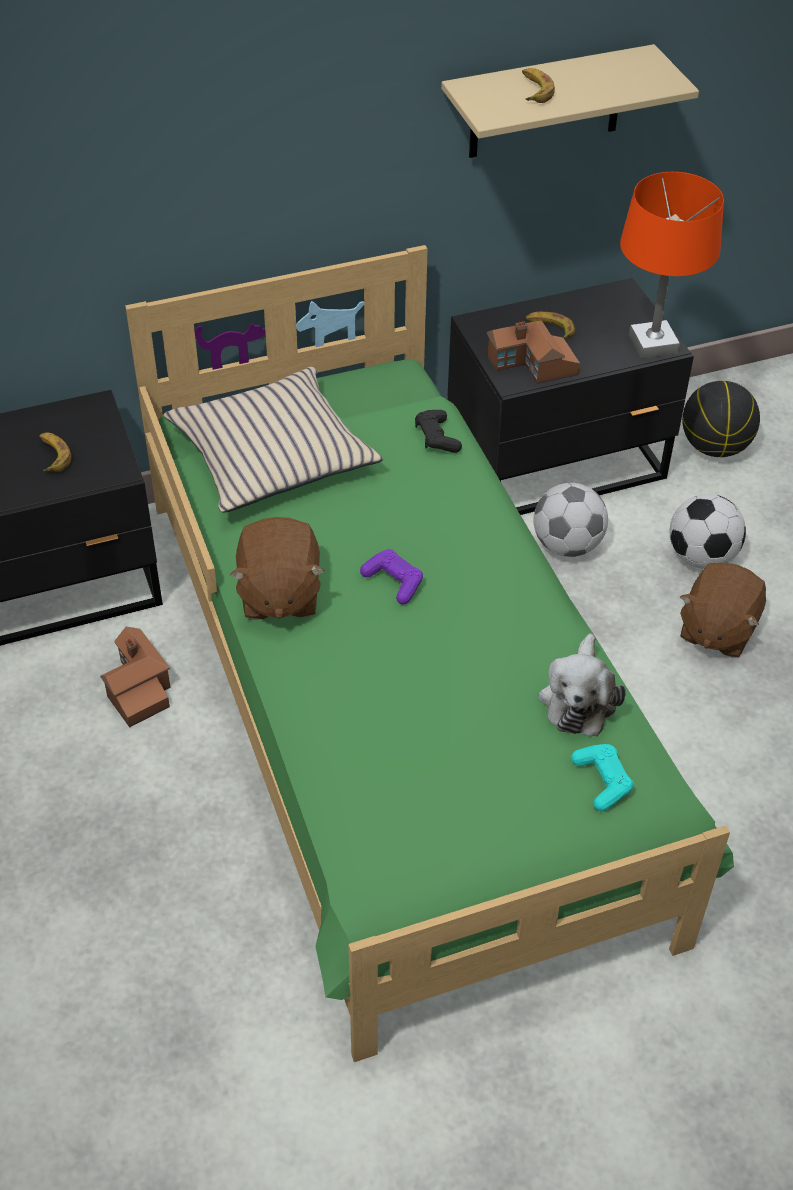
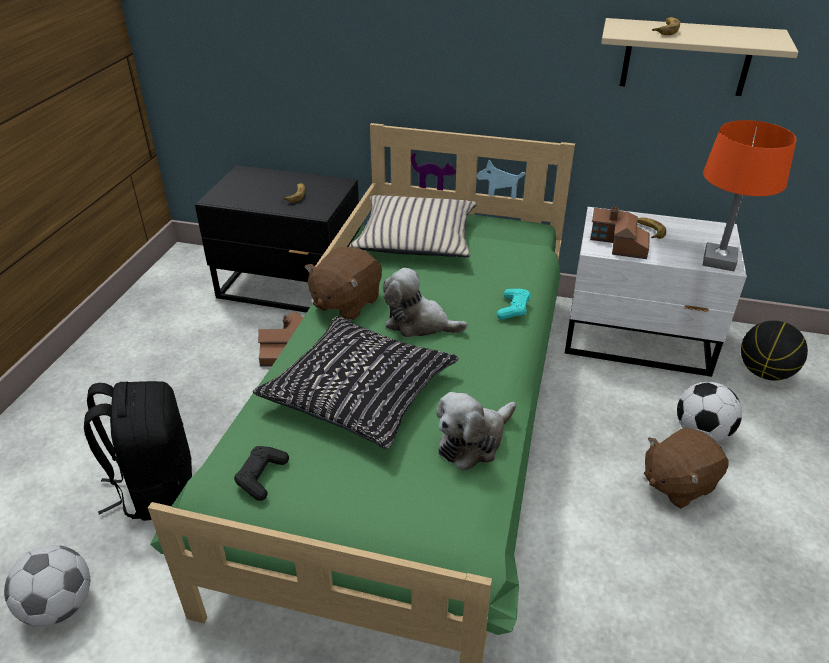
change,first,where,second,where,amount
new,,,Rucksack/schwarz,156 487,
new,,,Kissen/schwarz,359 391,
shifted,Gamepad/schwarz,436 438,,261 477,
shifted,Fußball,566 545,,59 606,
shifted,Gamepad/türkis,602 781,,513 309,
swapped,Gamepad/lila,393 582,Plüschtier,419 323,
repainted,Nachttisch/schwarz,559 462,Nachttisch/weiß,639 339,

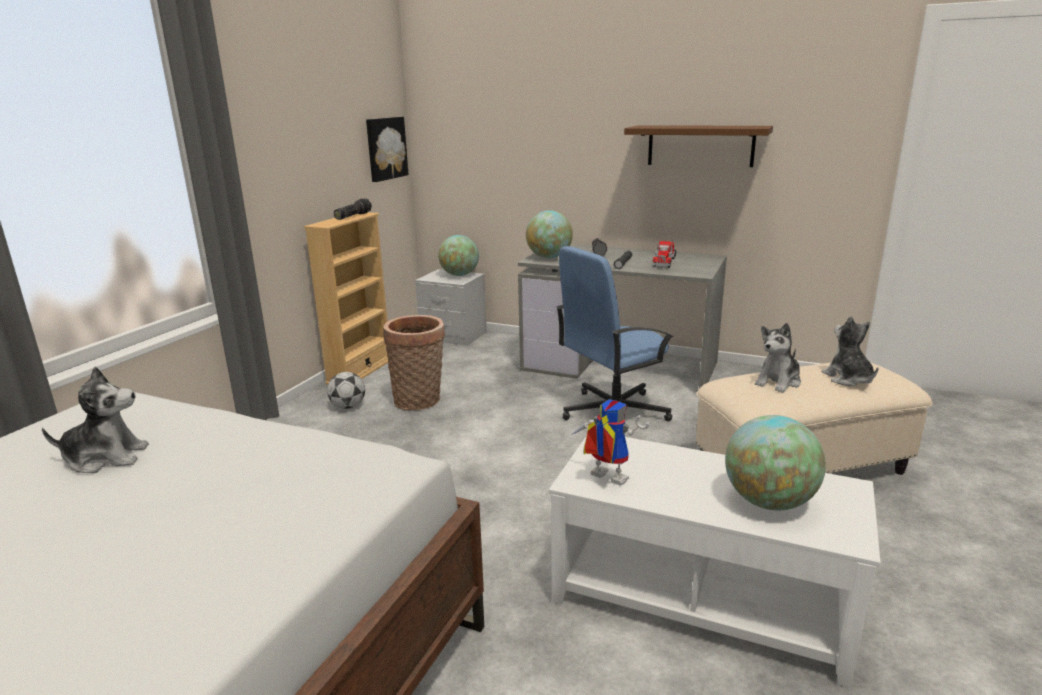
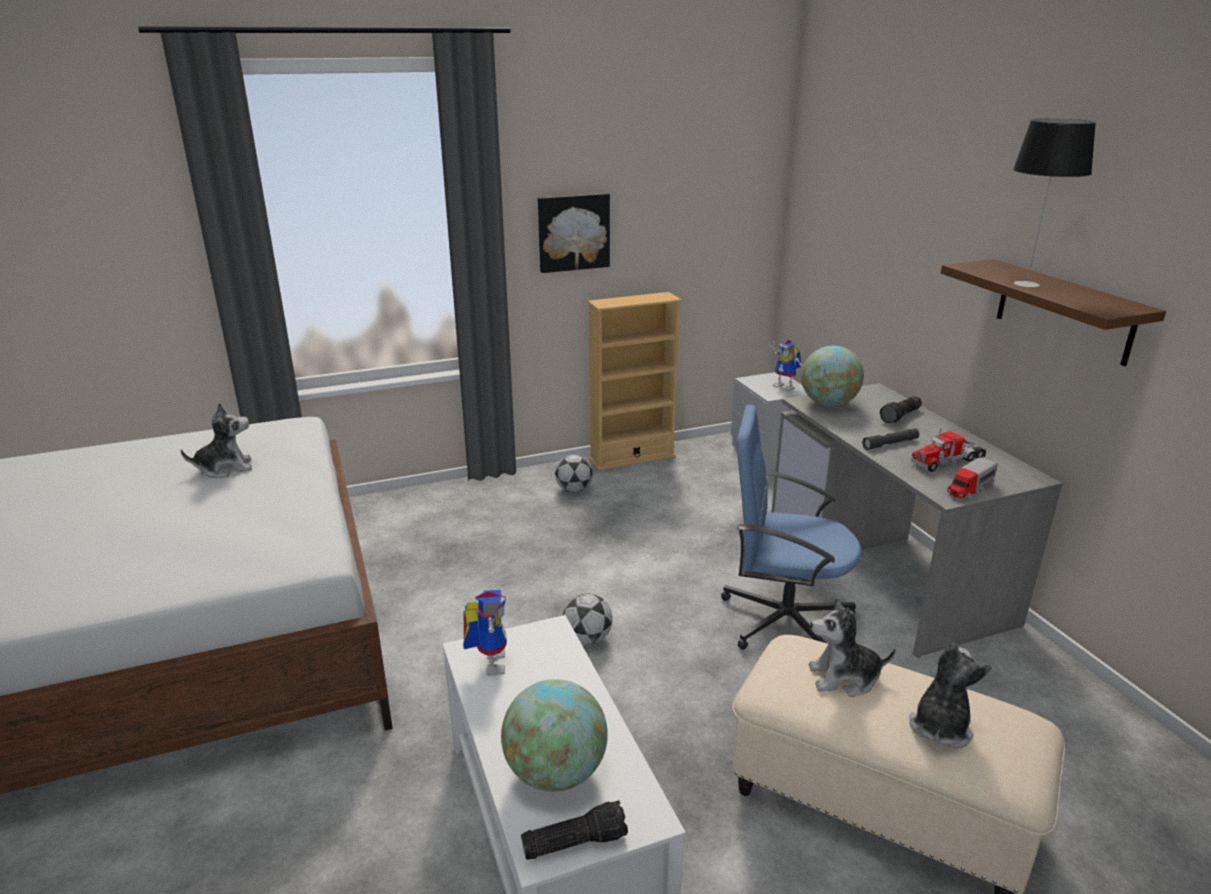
change,first,where,second,where,amount
gone,Korb,420 401,,,
new,,,Fußball,587 639,
new,,,Spielzeuglaster,969 489,
new,,,Tischlampe,1025 284,
shifted,Taschenlampe,352 216,,575 841,
shifted,Bild,385 148,,573 232,
swapped,Globus,459 275,Spielzeugroboter,786 387,
rotated,Plüschtier,106 458,,225 468,60 degrees counterclockwise

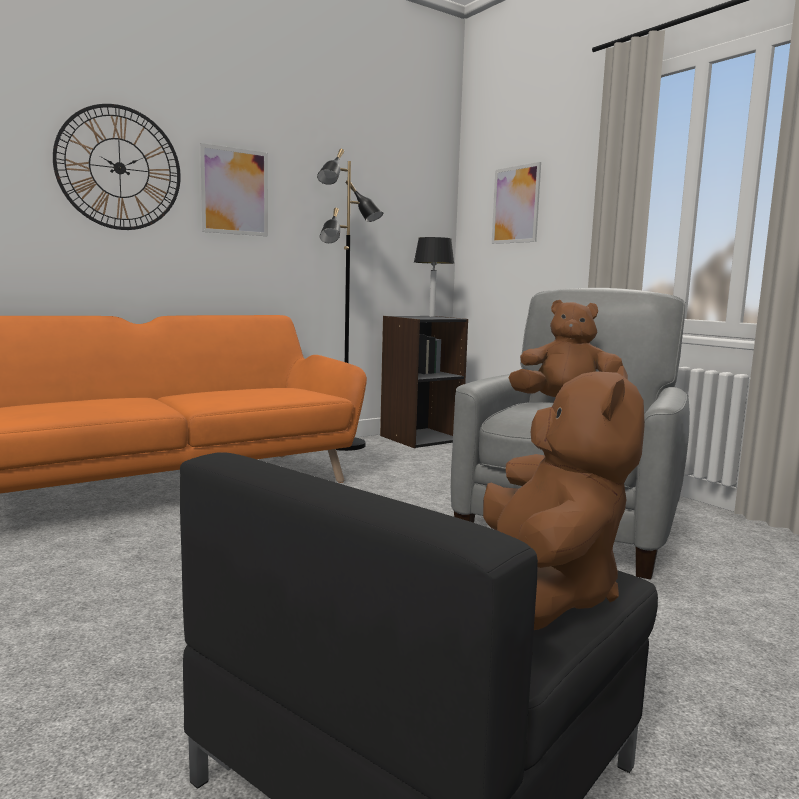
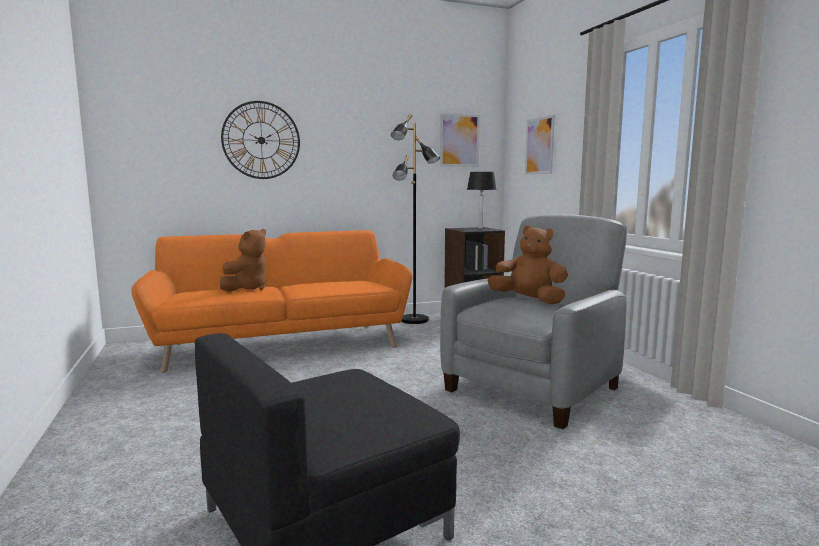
change,first,where,second,where,amount
shifted,Bild,234 191,,459 140,
shifted,Plüschtier/braun,543 593,,247 288,

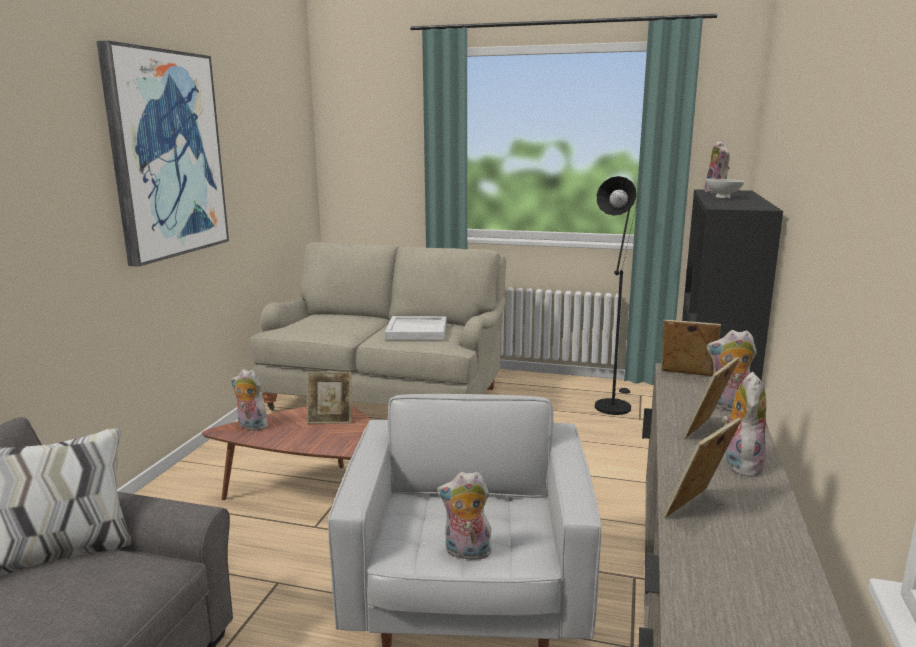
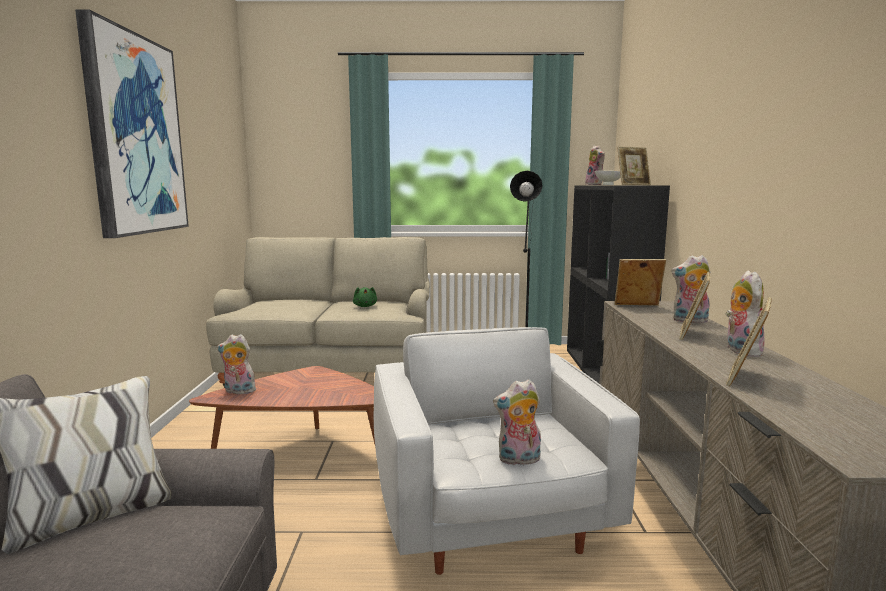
change,first,where,second,where,amount
shifted,Bilderrahmen,330 420,,633 185,
swapped,Tablett/weiß,417 331,Plüschtier/grün,365 306,

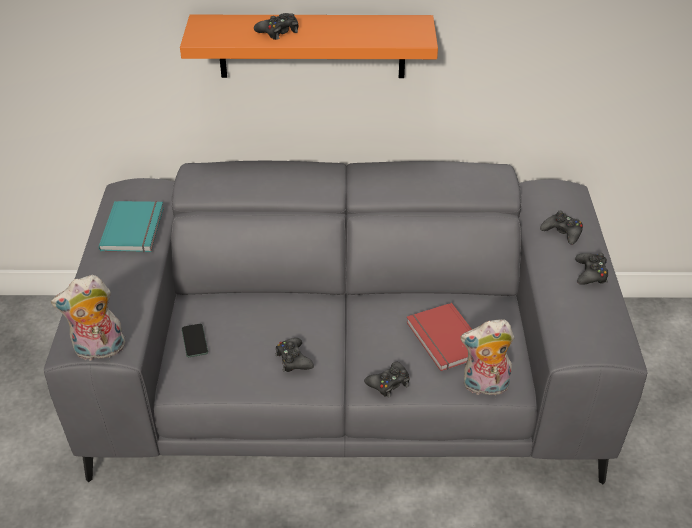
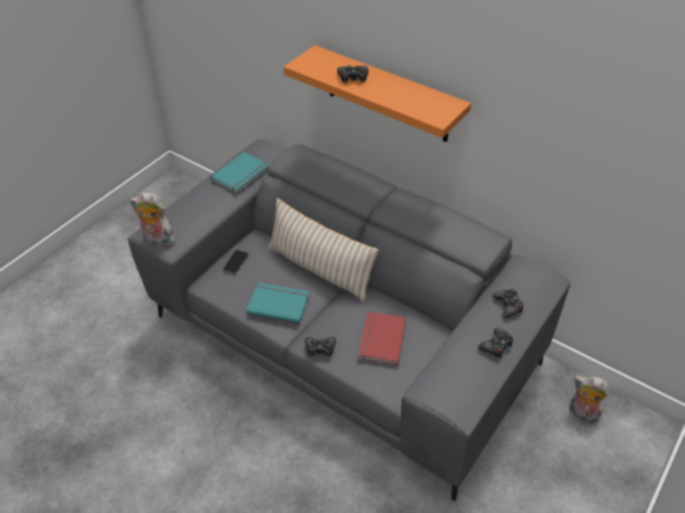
change,first,where,second,where,amount
new,,,Kissen/beige,320 269,
shifted,Plüschtier,484 387,,581 414,
swapped,Gamepad/schwarz,293 360,Buch/türkis,278 303,

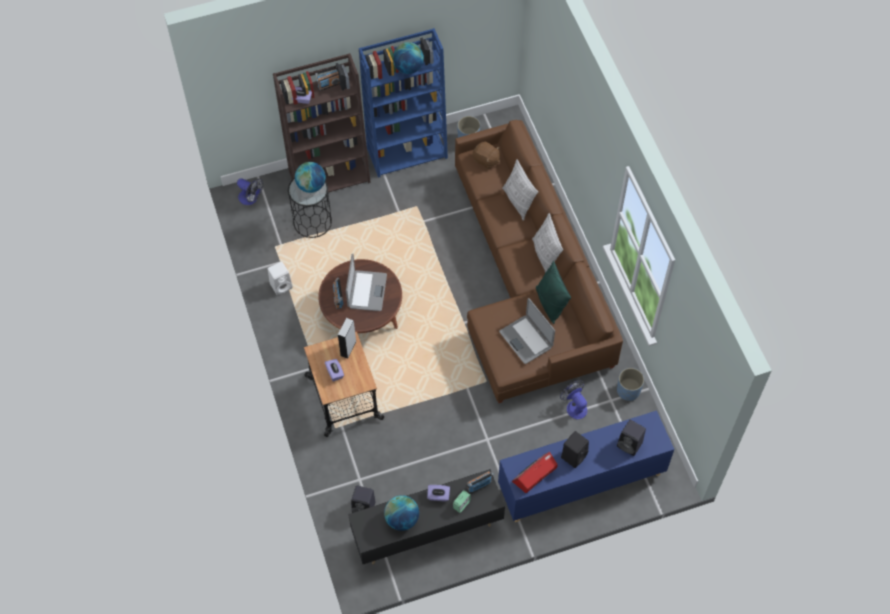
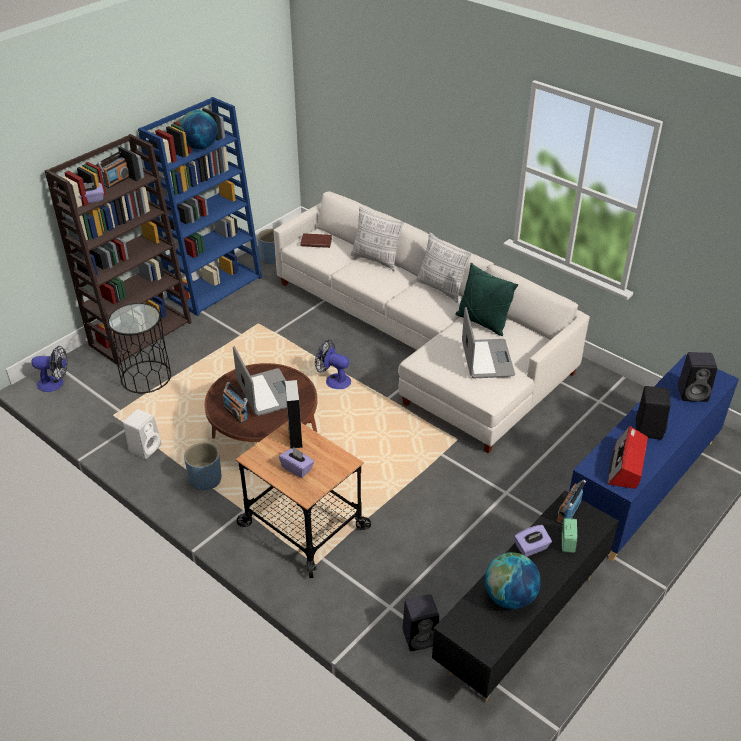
change,first,where,second,where,amount
gone,Globus,311 186,,,
shifted,Ventilator,574 406,,334 380,
shifted,Pflanzkübel/blau,628 391,,205 479,
swapped,Plüschtier/braun,486 160,Buch/braun,316 241,
repainted,Sofa/braun,528 282,Sofa/weiß,426 340,
rotated,Laptop,526 339,,486 359,120 degrees counterclockwise

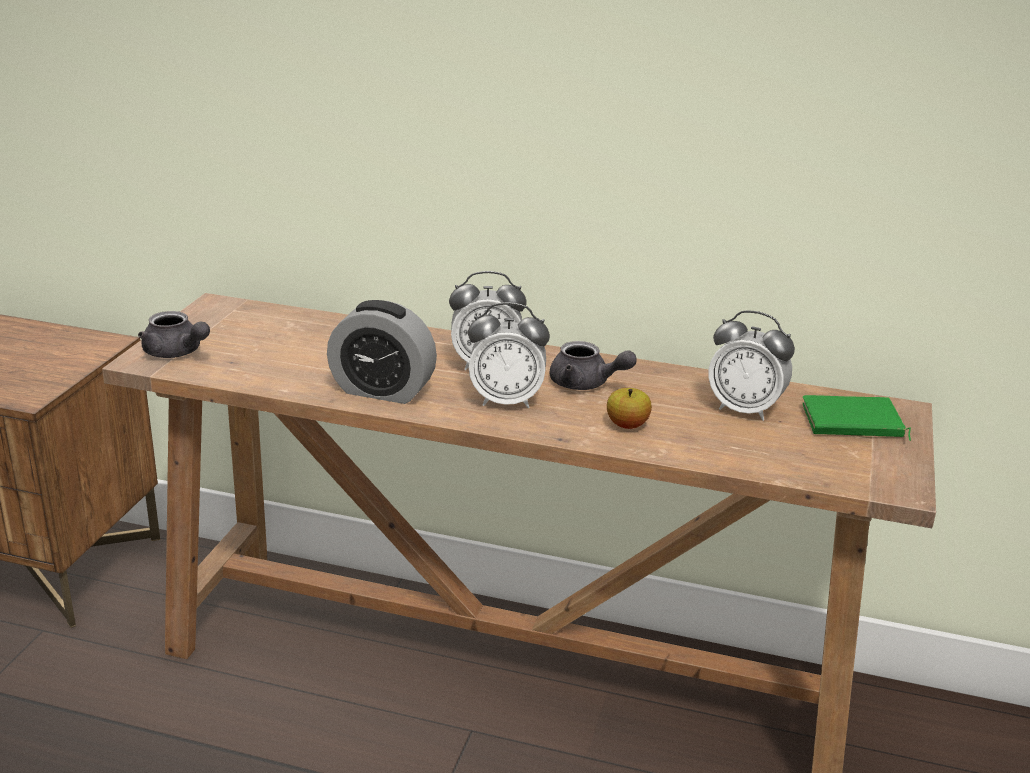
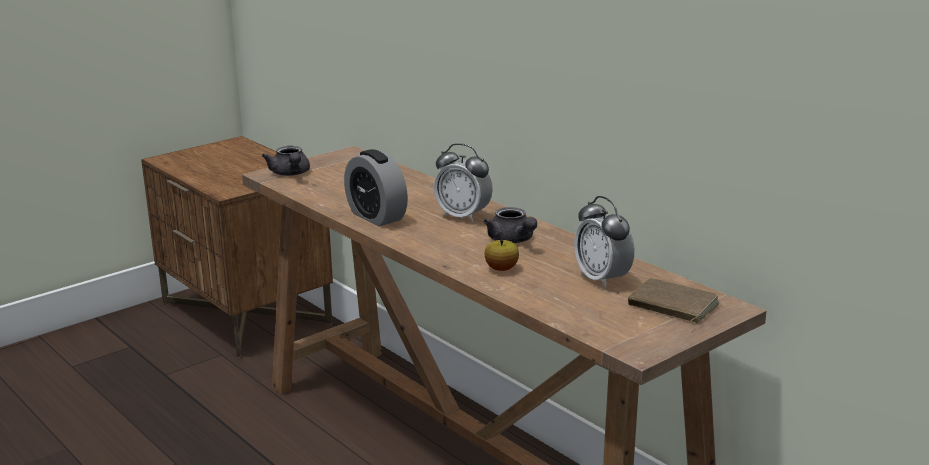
change,first,where,second,where,amount
gone,Wecker,506 400,,,
repainted,Buch/grün,852 424,Buch/braun,671 306,

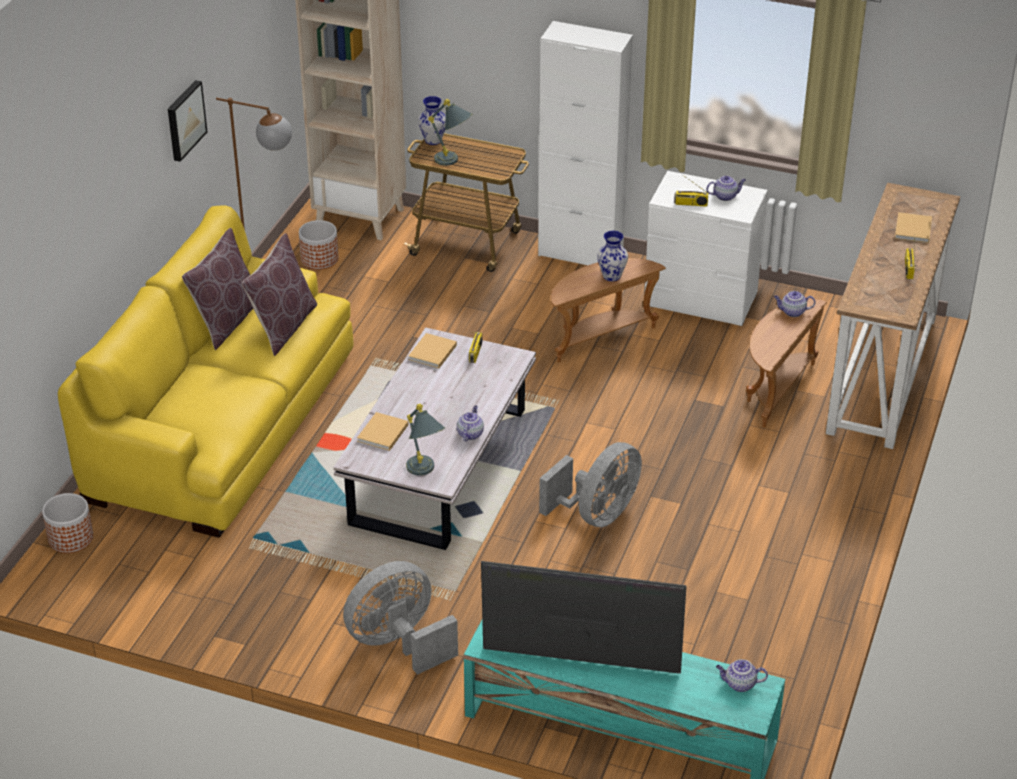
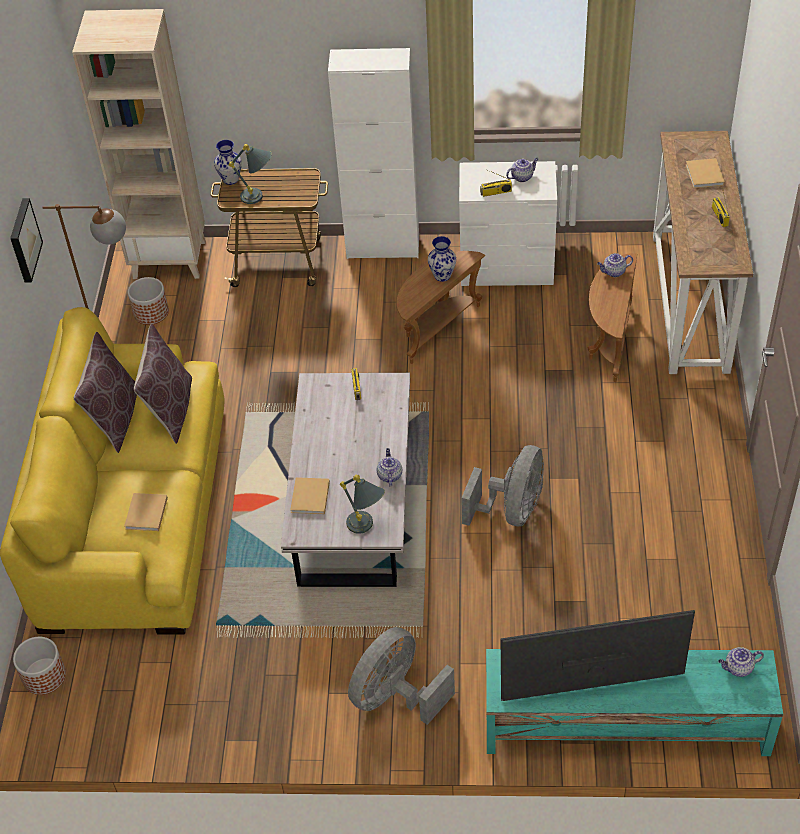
change,first,where,second,where,amount
shifted,Buch/beige,432 353,,146 514,

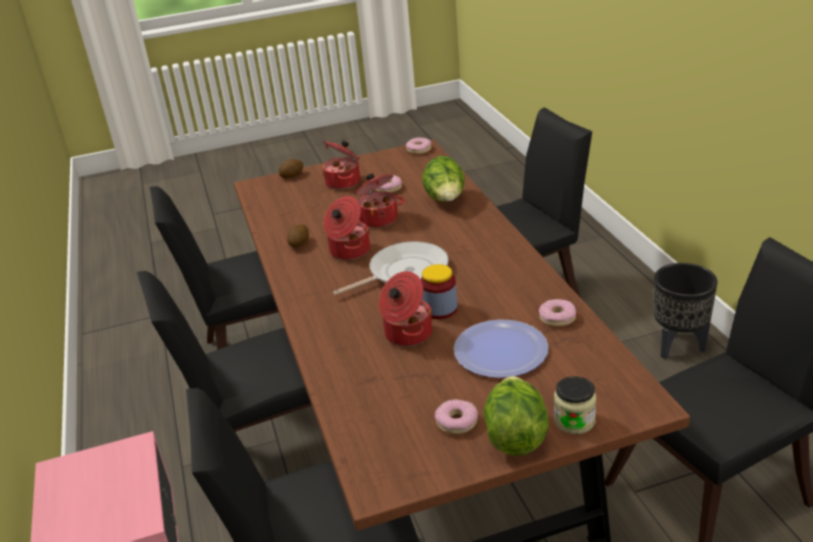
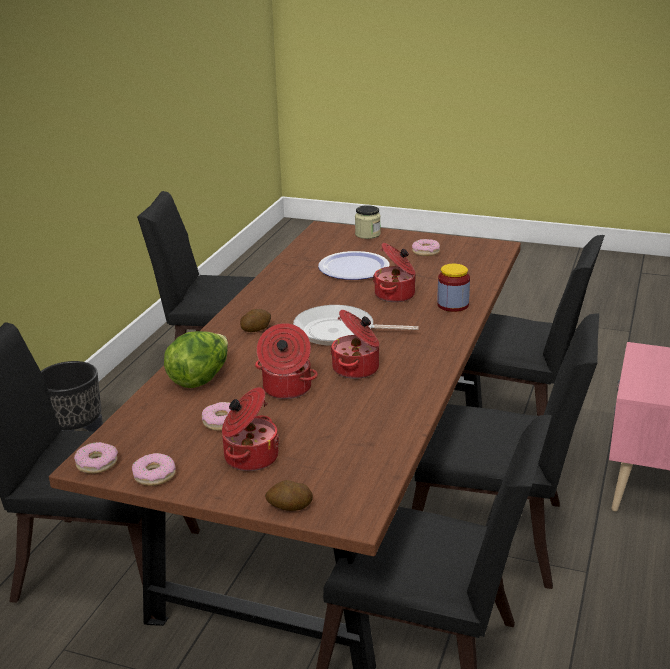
change,first,where,second,where,amount
gone,Salatkopf,515 436,,,
shifted,Kartoffel,299 244,,256 329,
shifted,Vorratsglas,440 309,,453 305,
shifted,Donut,557 318,,154 475,

